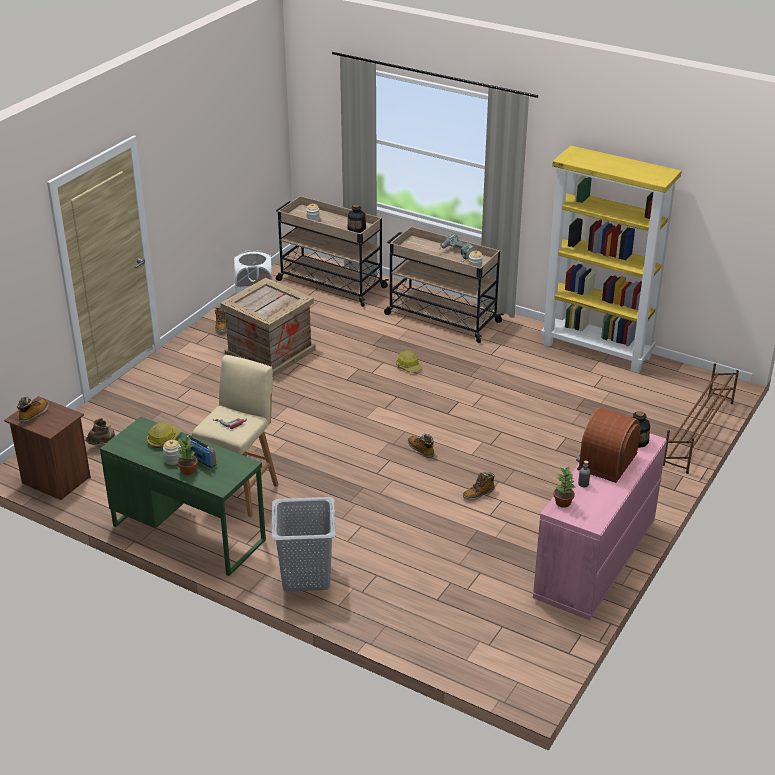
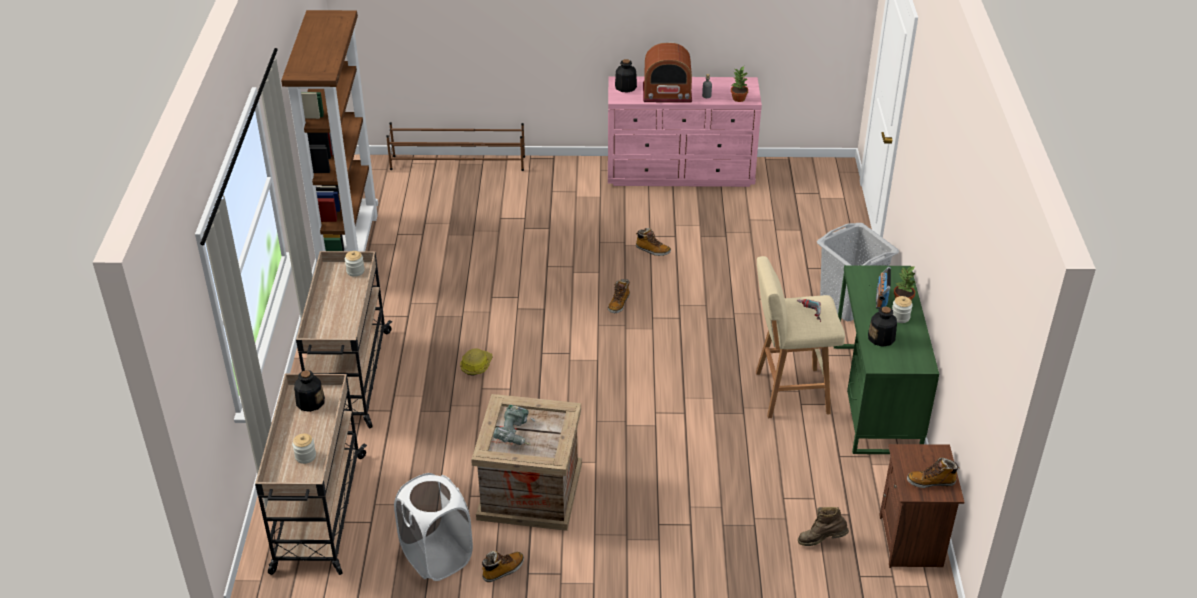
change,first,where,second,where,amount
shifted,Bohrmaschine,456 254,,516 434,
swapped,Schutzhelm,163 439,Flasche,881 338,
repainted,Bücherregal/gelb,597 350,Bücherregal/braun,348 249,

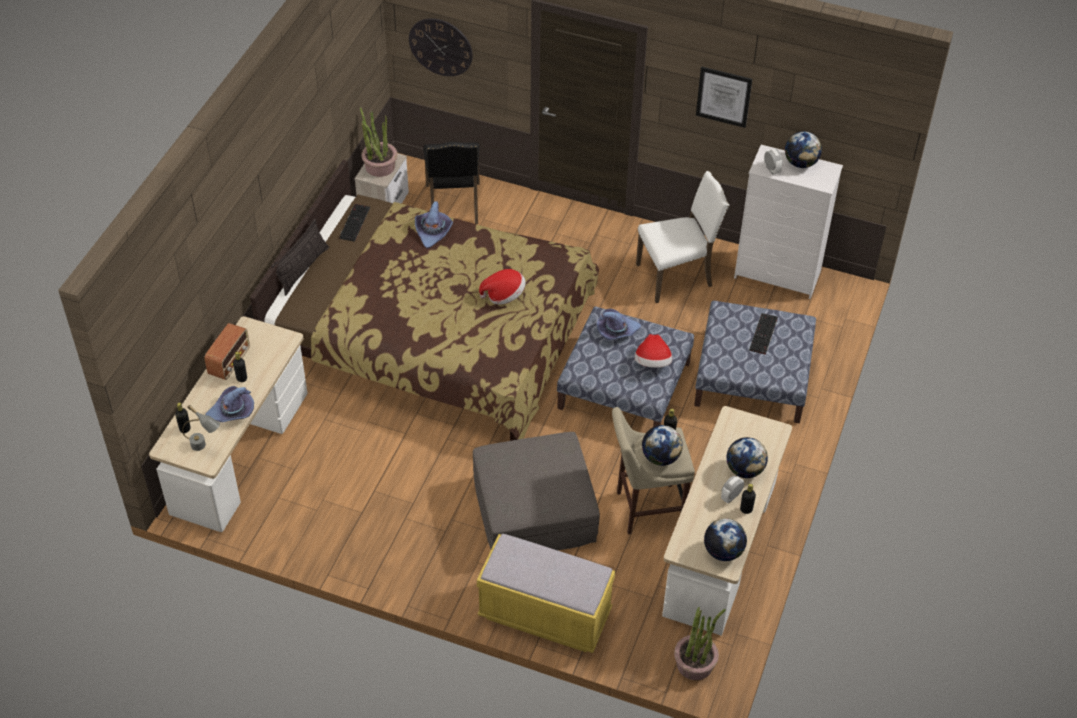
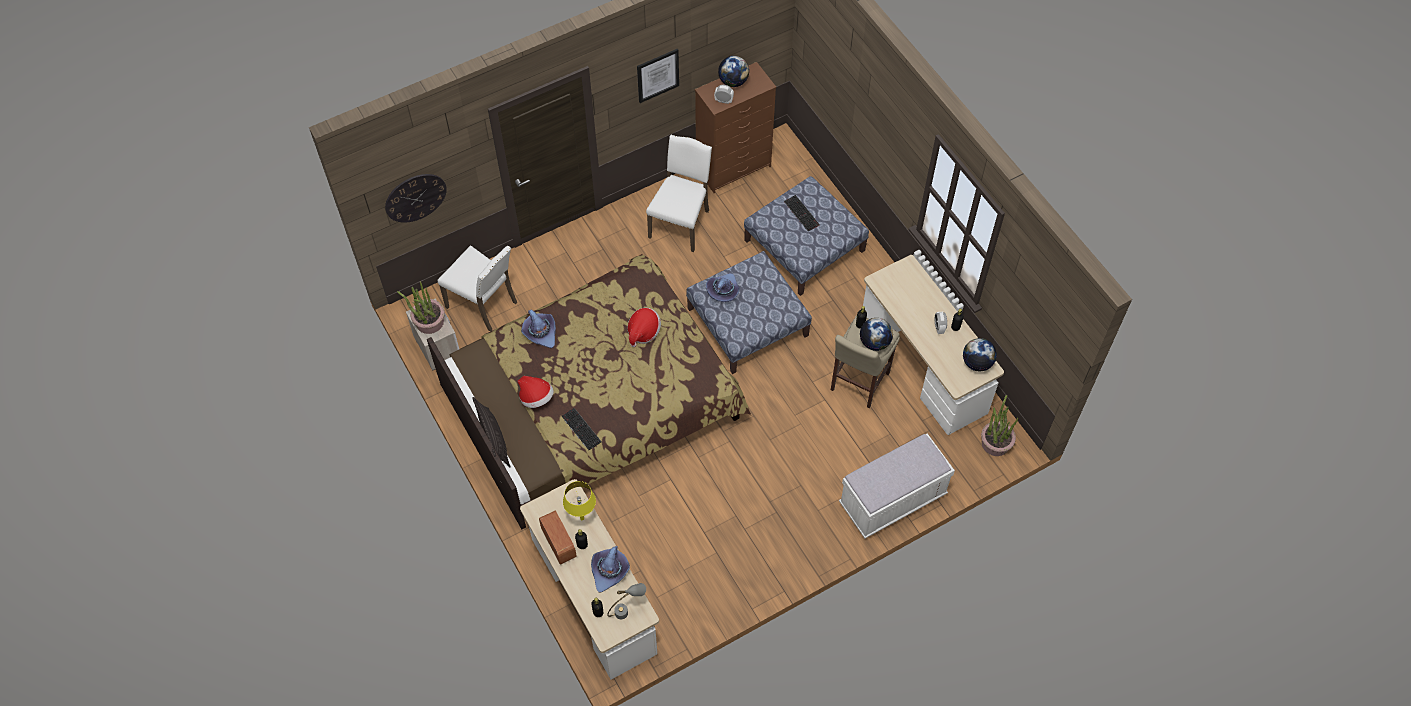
change,first,where,second,where,amount
gone,Polsterhocker/grau,535 510,,,
gone,Globus,744 470,,,
new,,,Tischlampe/gelb,582 518,
shifted,Tastatur,354 222,,580 429,
shifted,Hut,652 363,,536 398,
repainted,Stuhl/schwarz,454 205,Stuhl/weiß,484 304,
repainted,Bank/gelb,545 615,Bank/weiß,892 500,
repainted,Kommode/weiß,778 274,Kommode/braun,734 167,

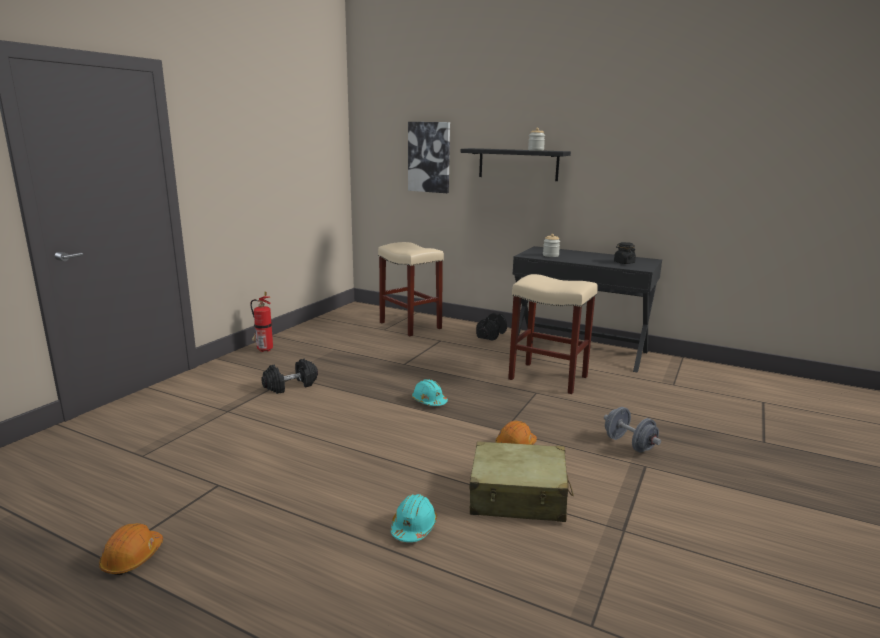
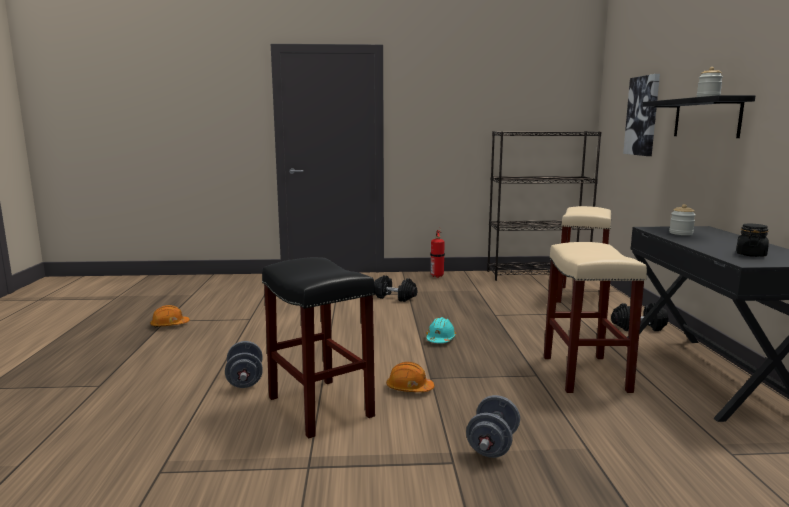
change,first,where,second,where,amount
new,,,Bücherregal/schwarz,537 275,
swapped,Schutzhelm/türkis,413 527,Hantel/grau,245 380,
swapped,Koffer/beige,518 496,Hocker/schwarz,321 407,

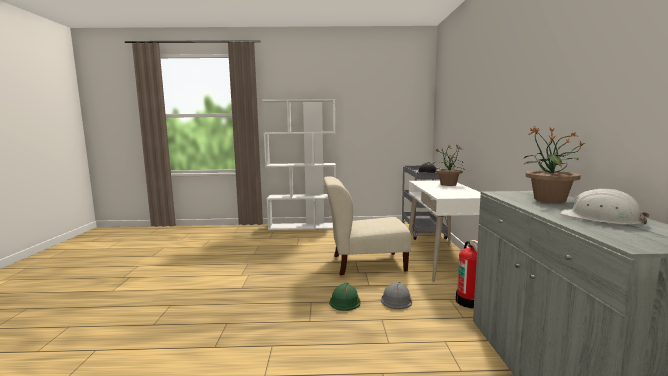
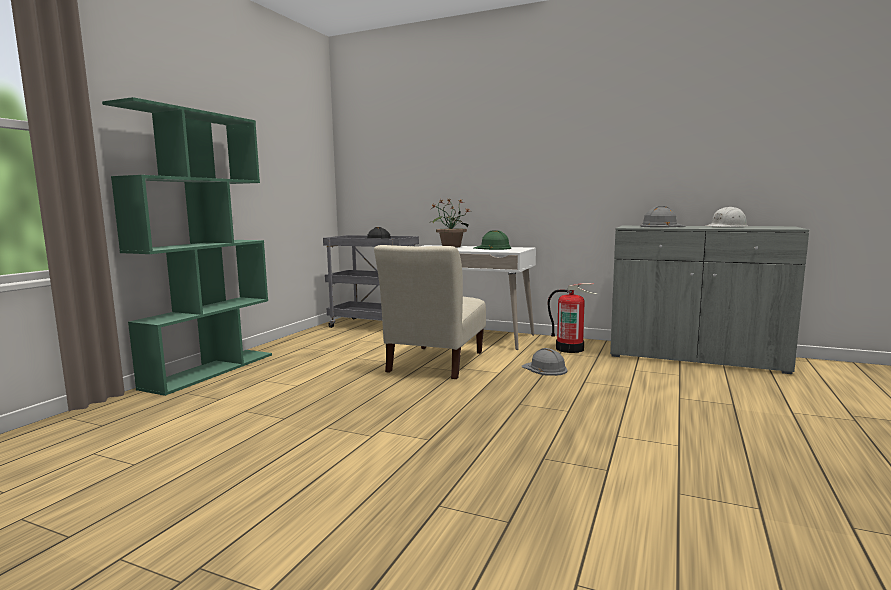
change,first,where,second,where,amount
shifted,Schutzhelm/grün,345 300,,492 248,
swapped,Topfpflanze,548 199,Schutzhelm/grau,662 226,
repainted,Bücherregal/weiß,303 226,Bücherregal/grün,210 370,

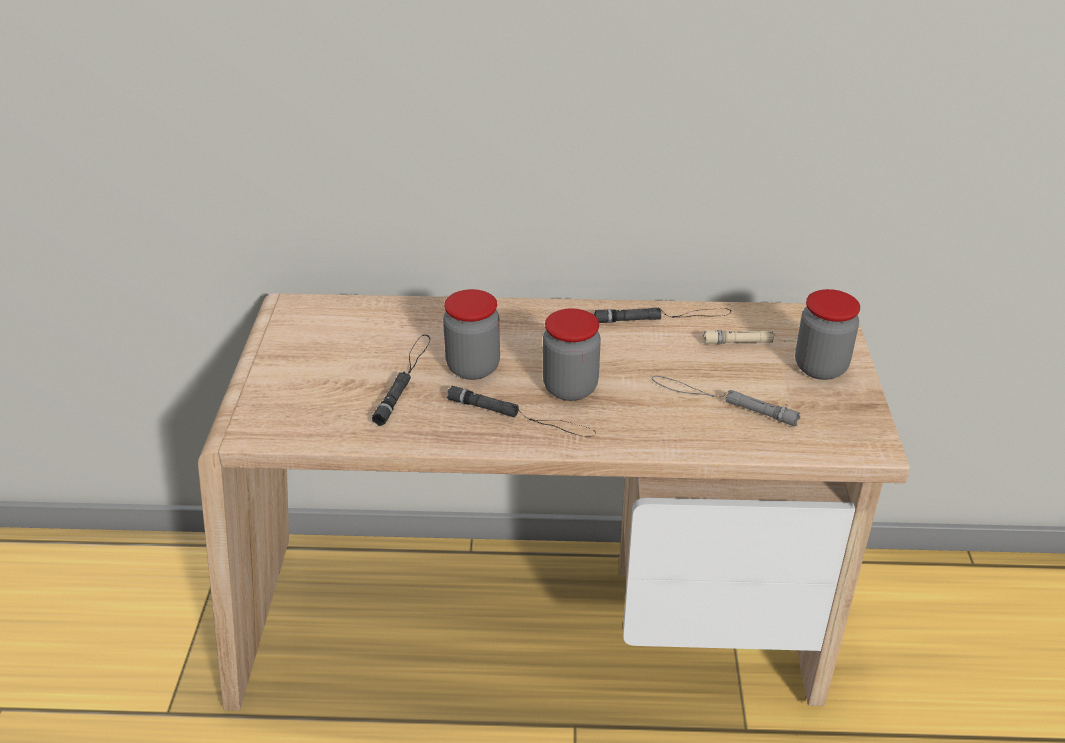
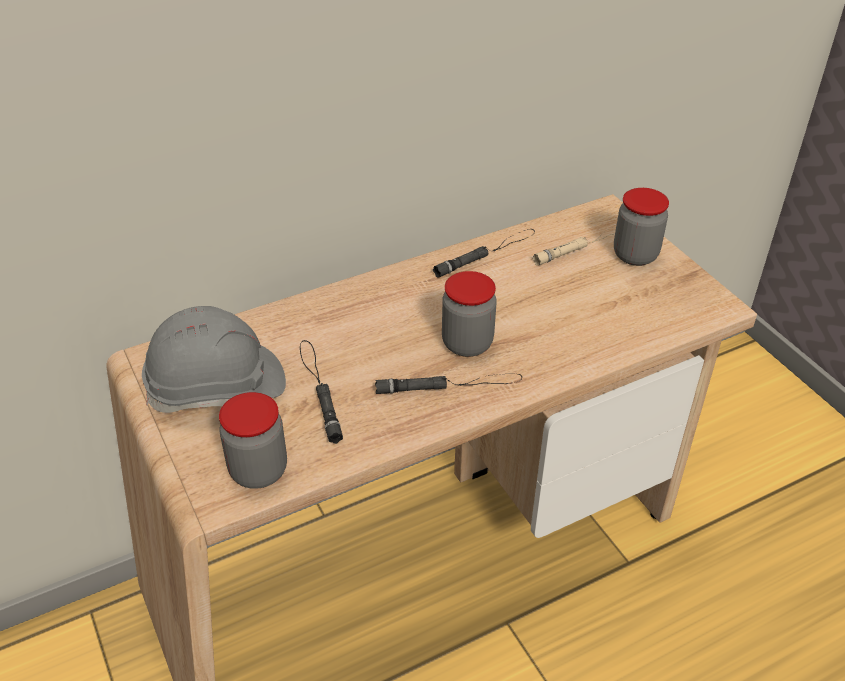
change,first,where,second,where,amount
gone,Taschenlampe/grau,722 401,,,
new,,,Schutzhelm/grau,217 387,
shifted,Vorratsglas,473 367,,258 471,

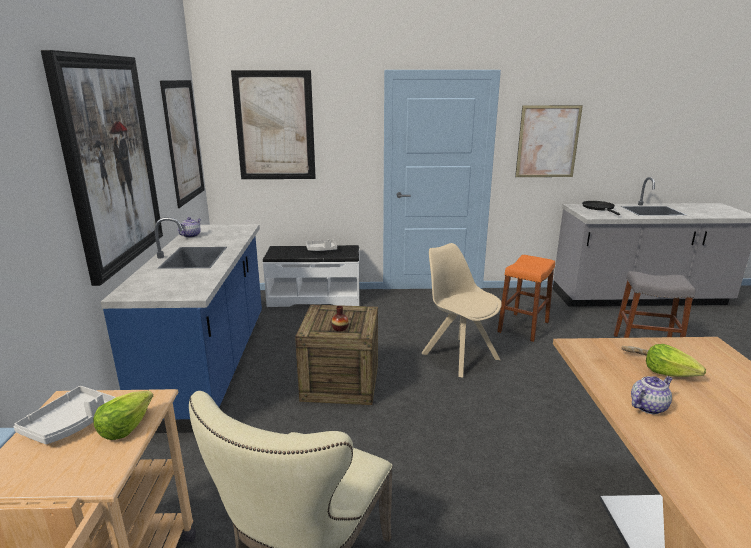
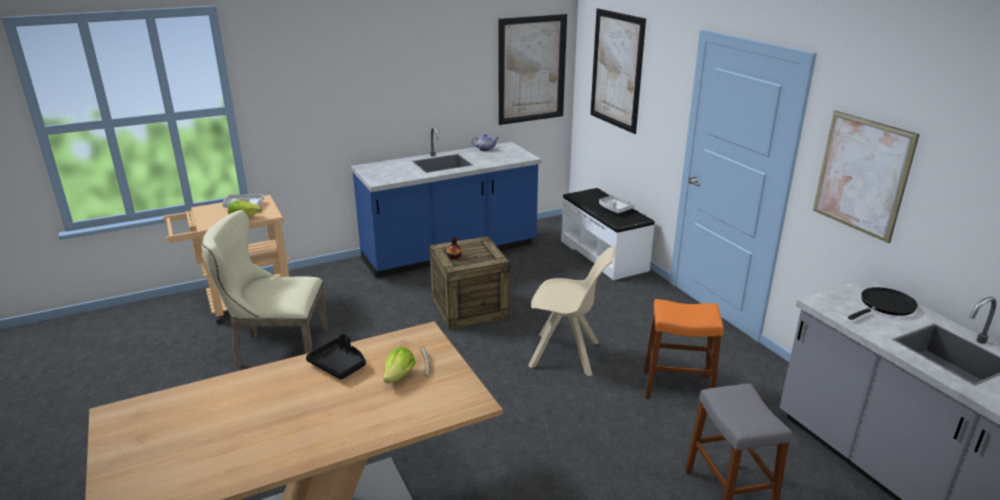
change,first,where,second,where,amount
gone,Bild,110 163,,,
swapped,Teekanne,648 406,Tablett/schwarz,339 365,
rotated,Stuhl/beige,458 355,,567 355,75 degrees clockwise

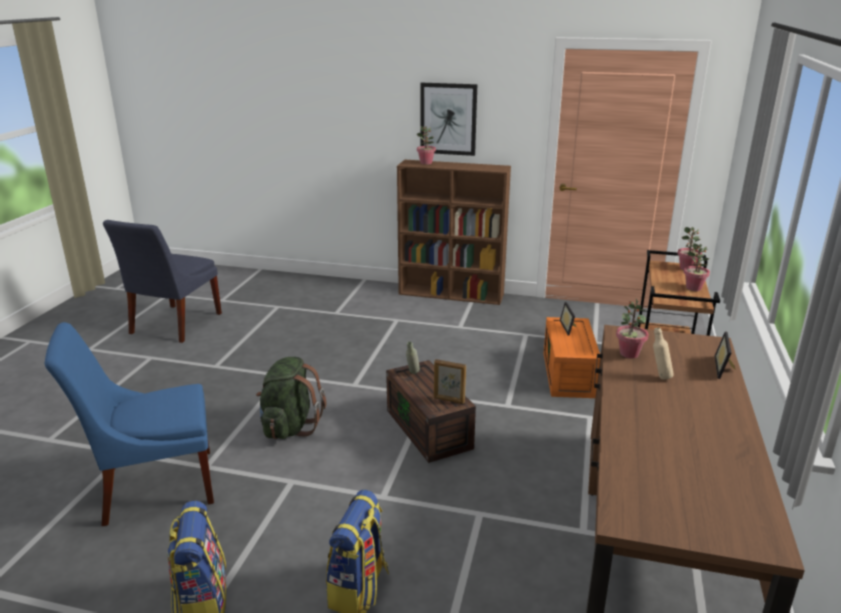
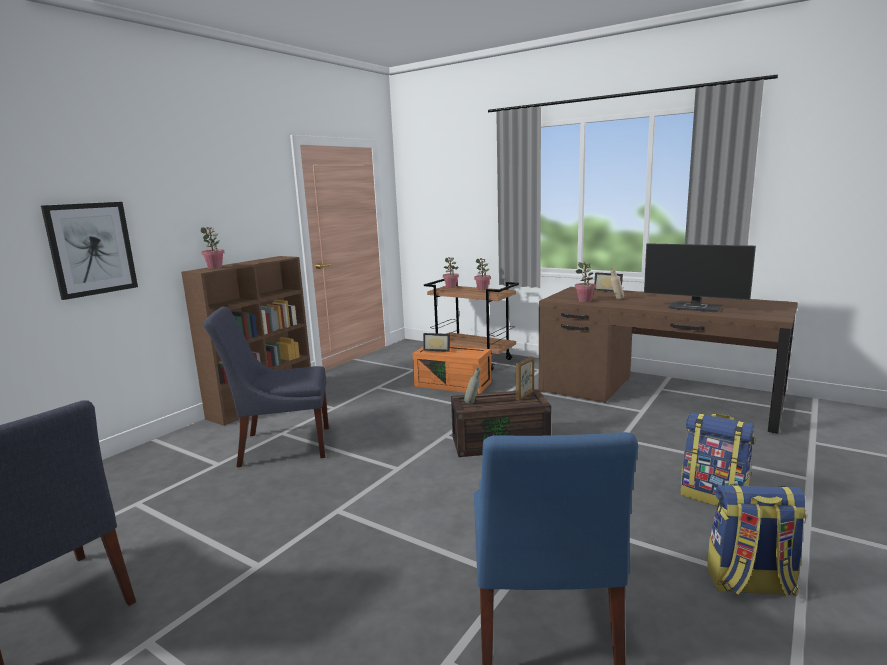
change,first,where,second,where,amount
gone,Rucksack/grün,289 426,,,
new,,,Stuhl/blau,280 446,
new,,,Monitor,696 307,
shifted,Bild,448 119,,91 249,

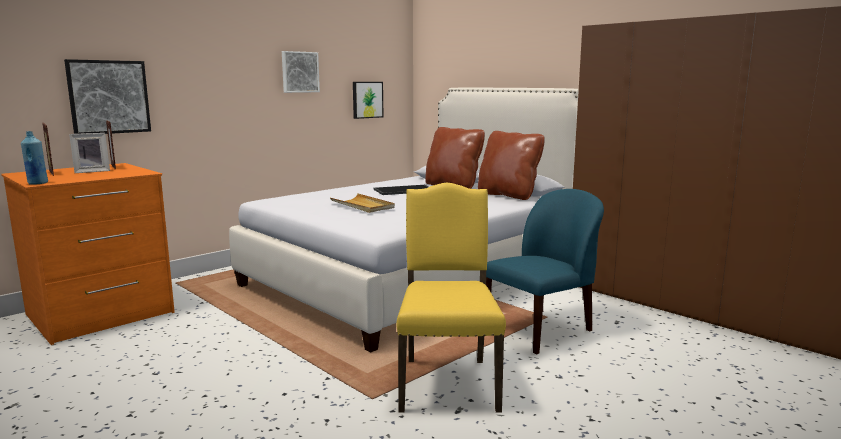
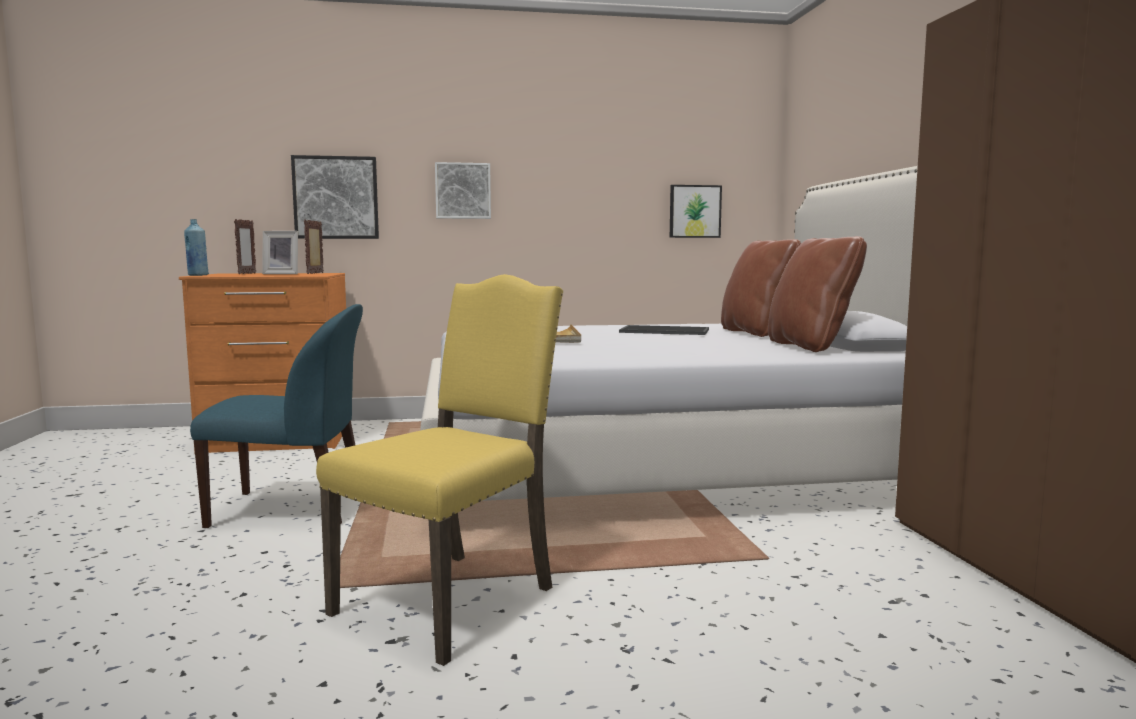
change,first,where,second,where,amount
shifted,Bild,299 72,,463 191,
shifted,Stuhl/blau,539 330,,293 509,

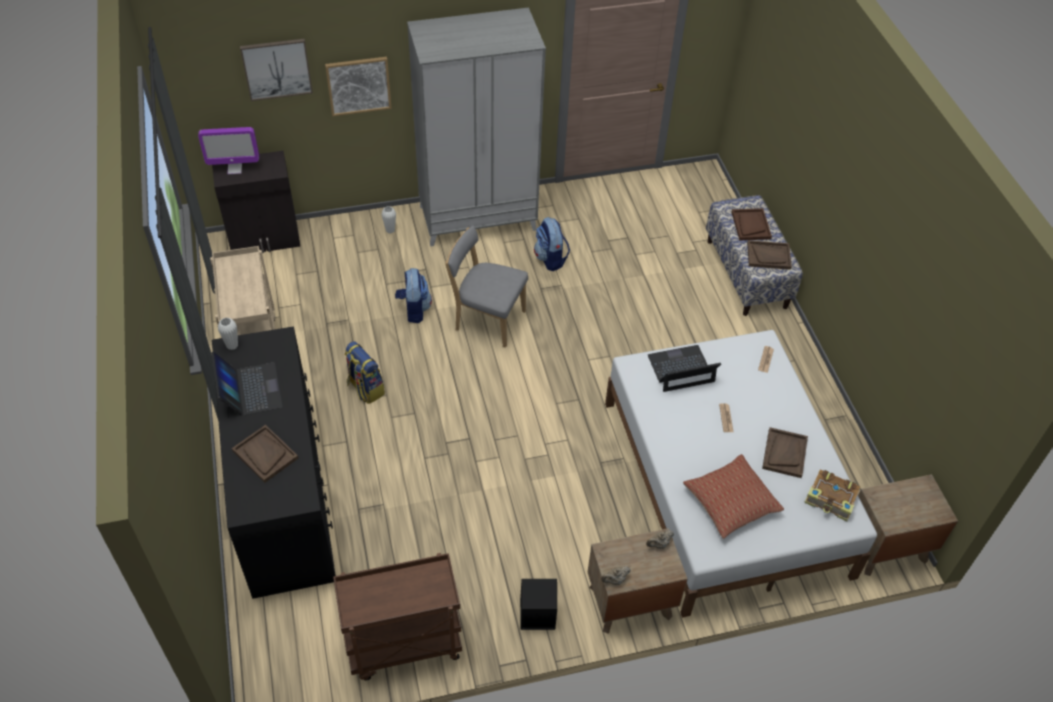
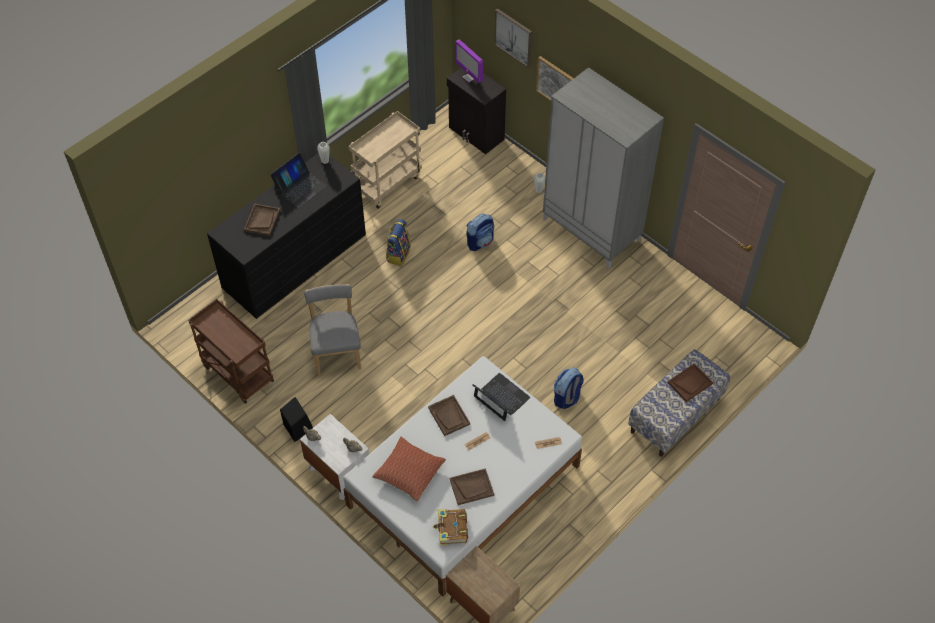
change,first,where,second,where,amount
shifted,Stuhl/grau,487 319,,337 351,
shifted,Rucksack,550 259,,567 397,
shifted,Tablett/braun,768 256,,449 416,
repainted,Nachttisch/braun,629 602,Nachttisch/weiß,338 472,

